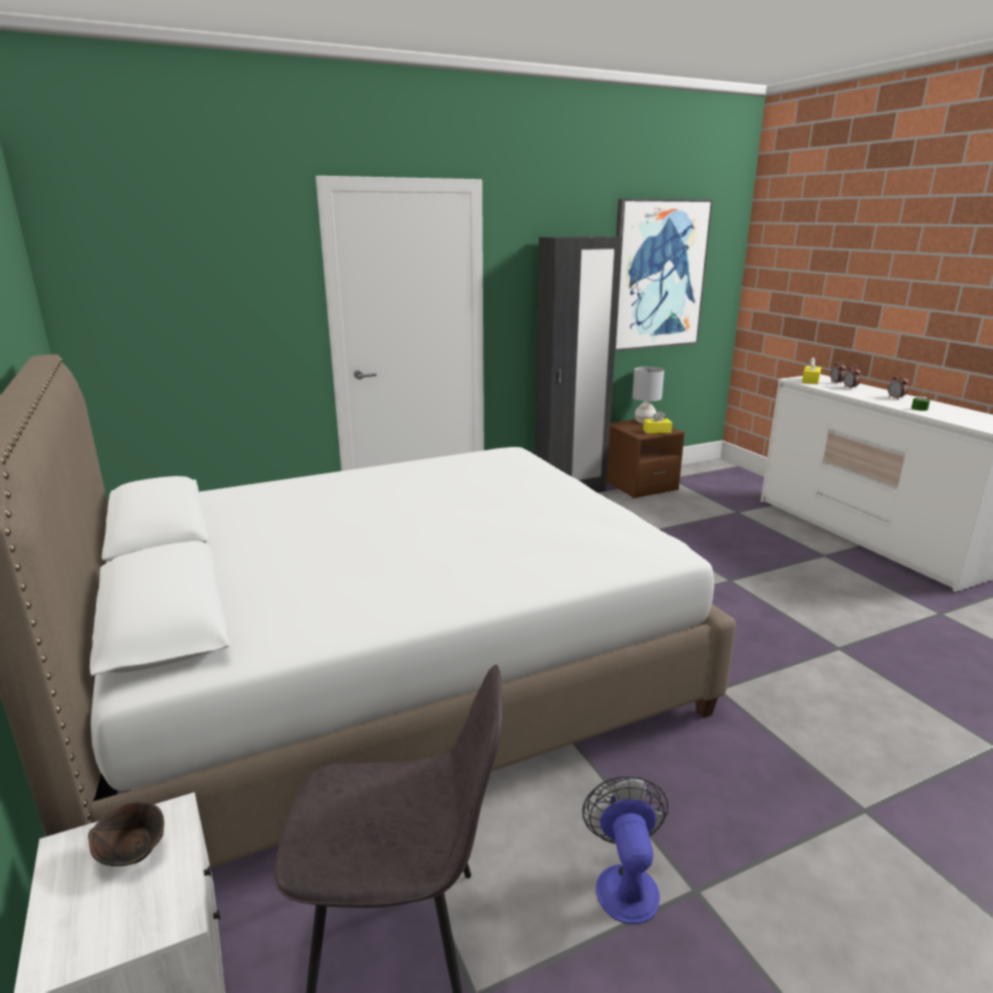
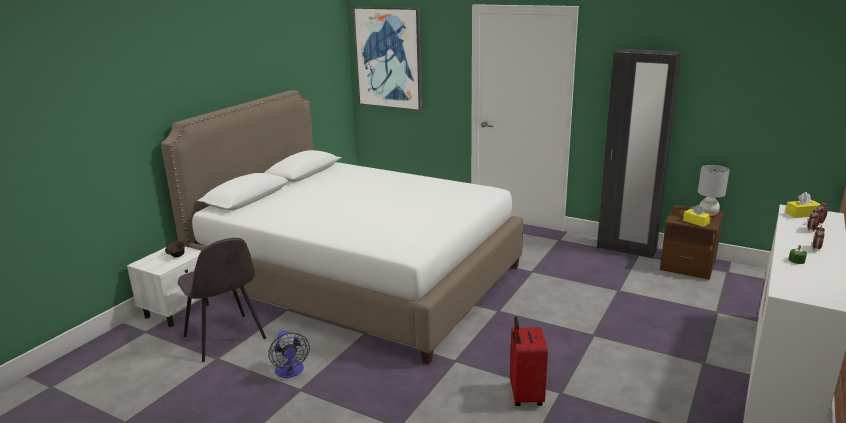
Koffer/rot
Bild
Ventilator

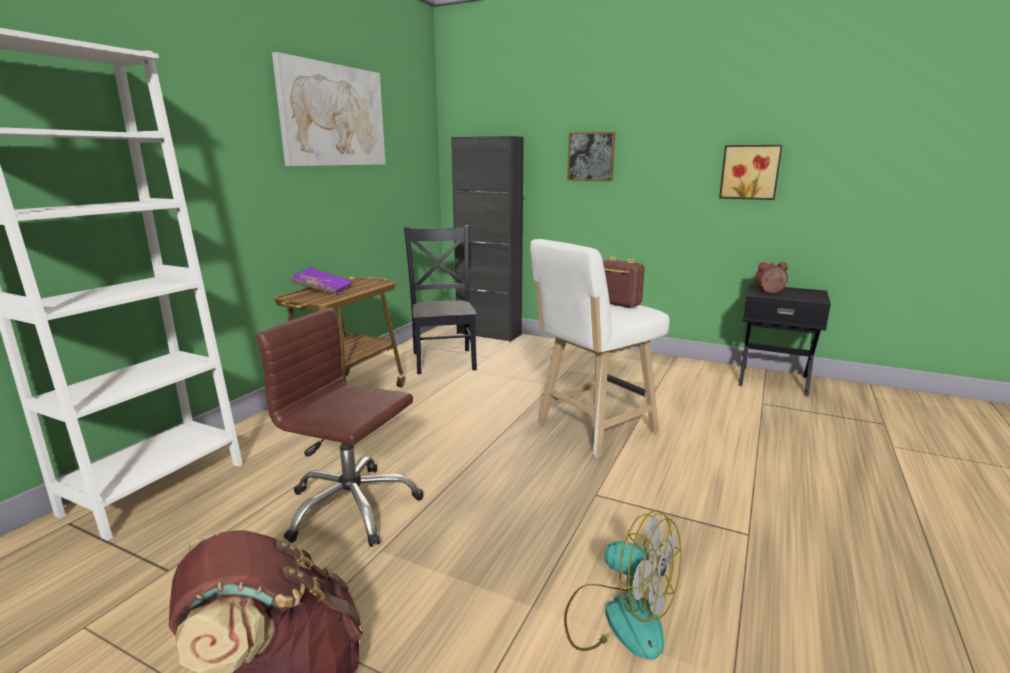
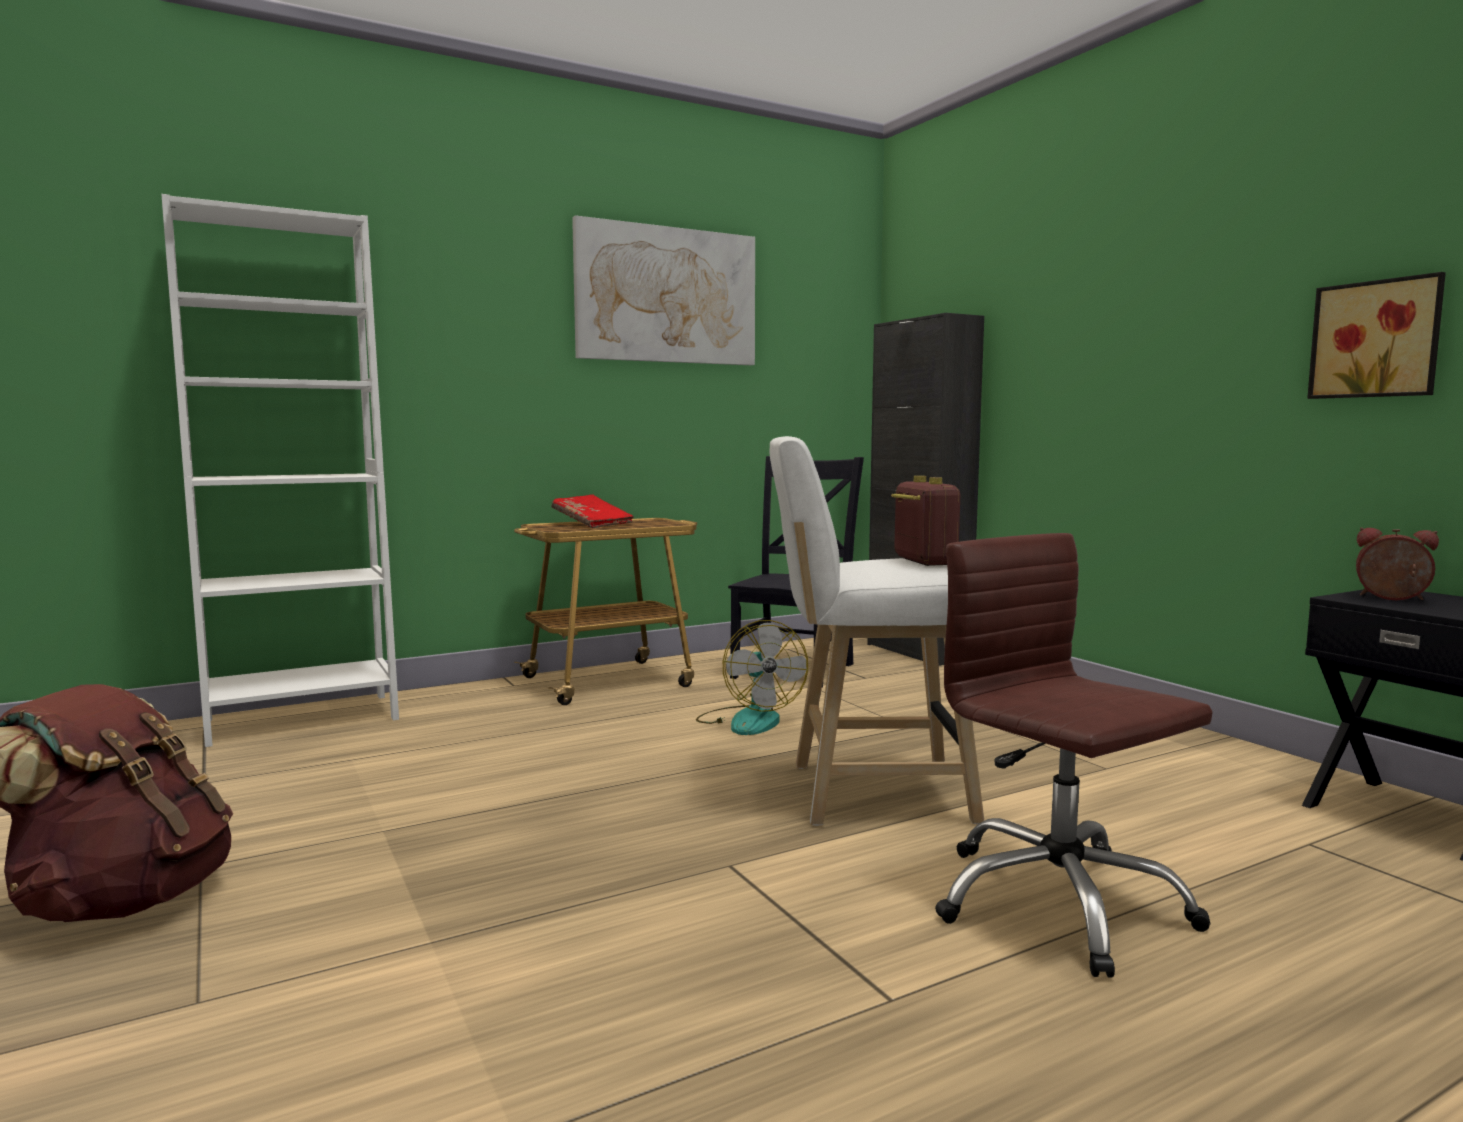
Bild (2nd from left in the first image)
Bürostuhl/braun
Ventilator
Buch/rot

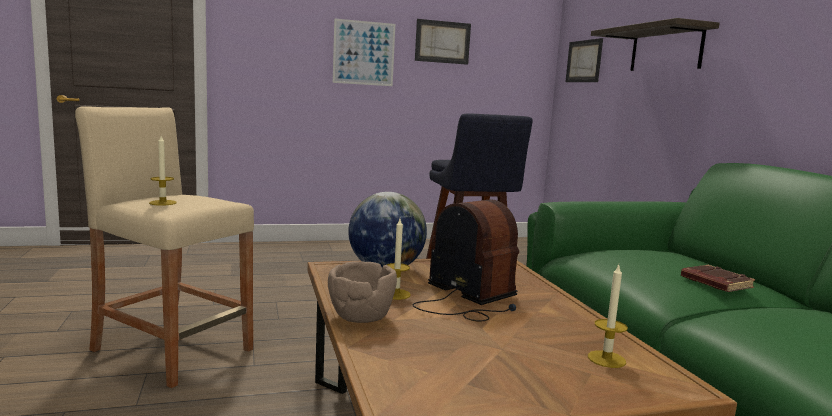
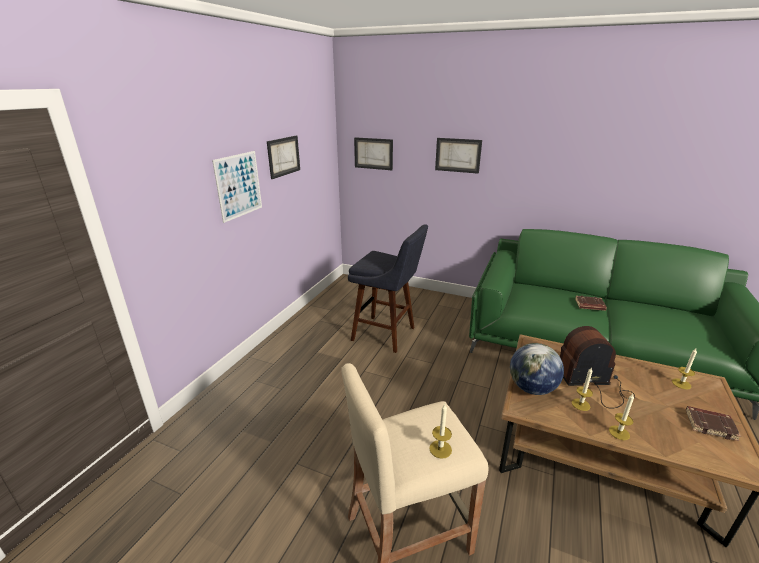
Buch/braun (2nd from left)
Kerze (3rd from left)
Bild (4th from left)

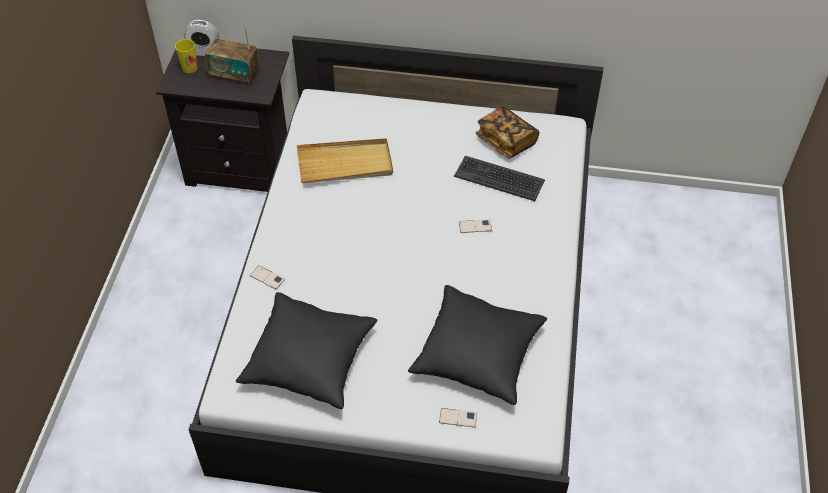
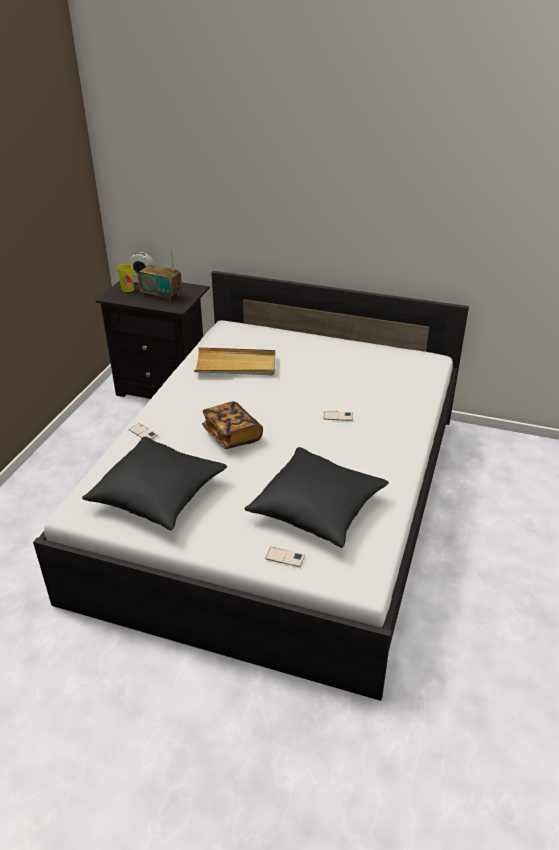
Tastatur
Buch

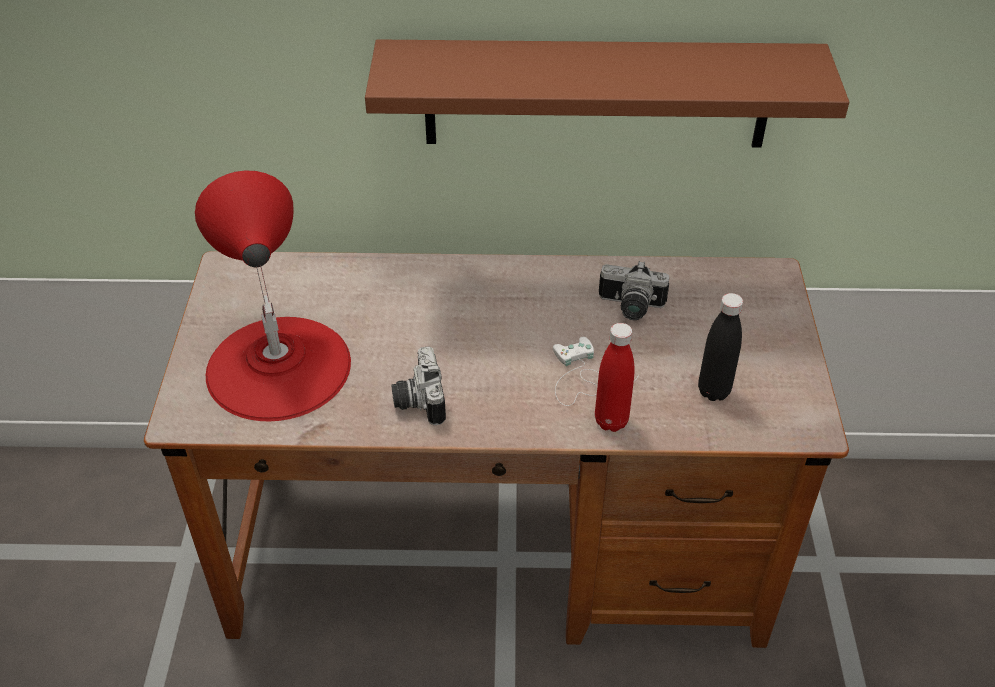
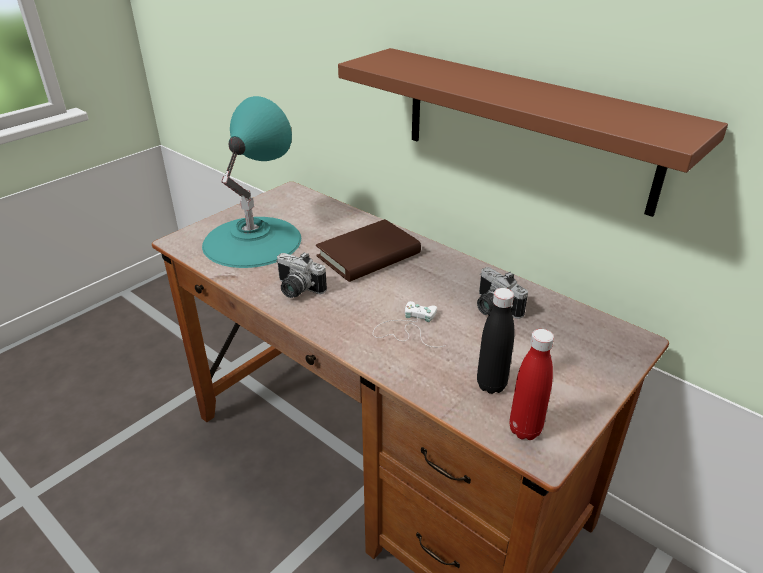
Buch/braun
Flasche/rot
Tischlampe/türkis
Kamera (1st from left)

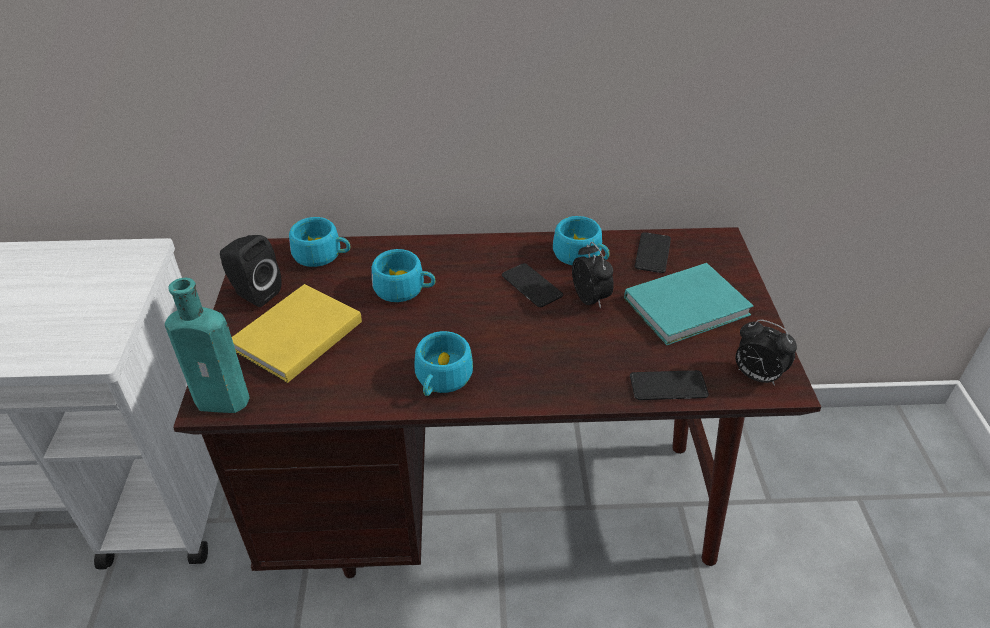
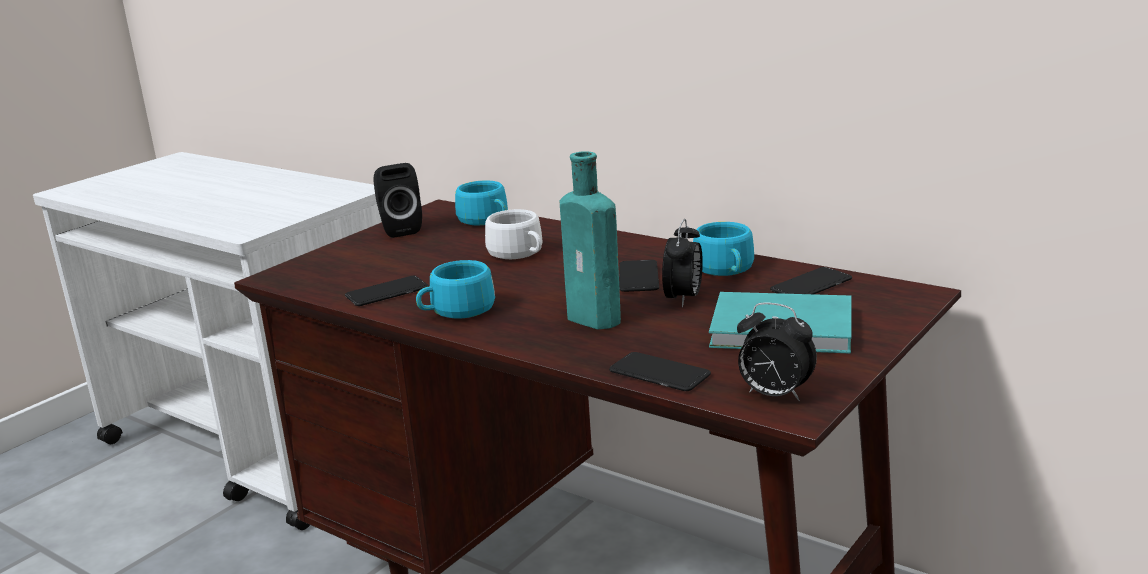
Buch/gelb
Handy (1st from left)
Flasche/türkis
Tasse/weiß
Wecker (2nd from left)

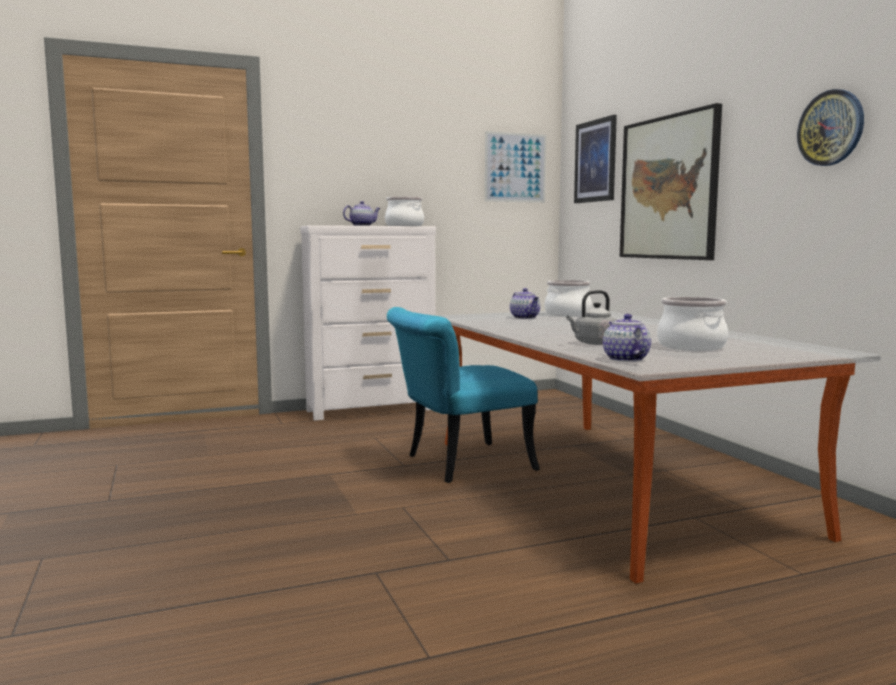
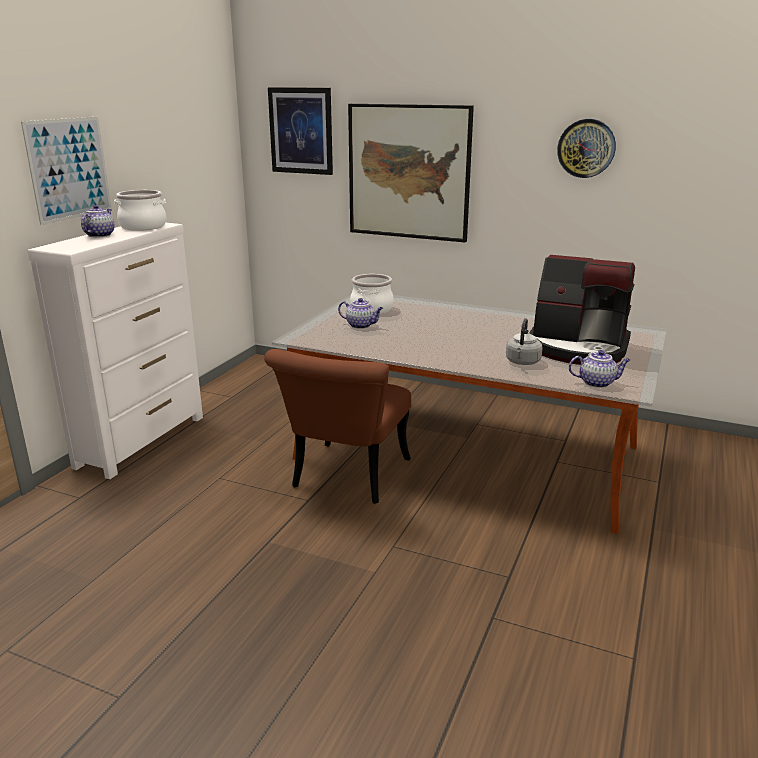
Bild (1st from left)
Kaffeemaschine
Stuhl/braun
Teekanne (3rd from left)

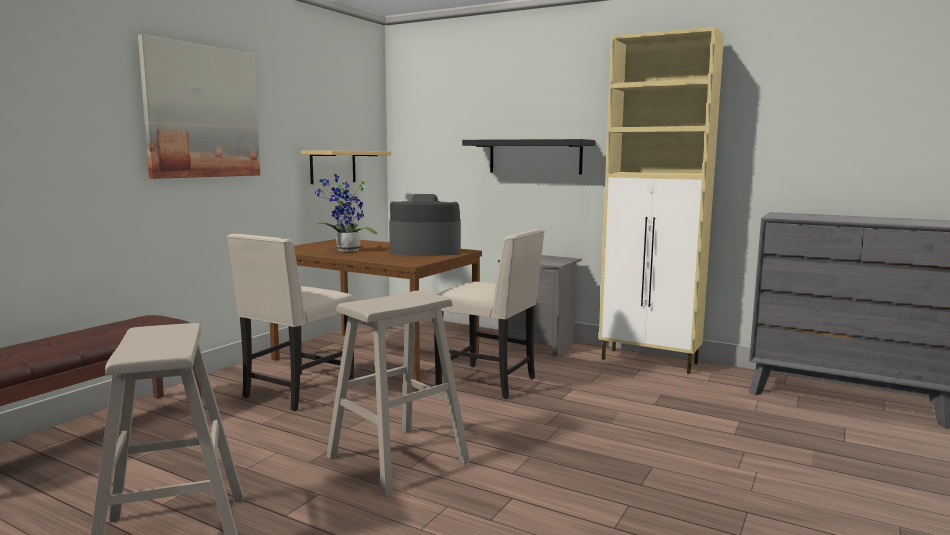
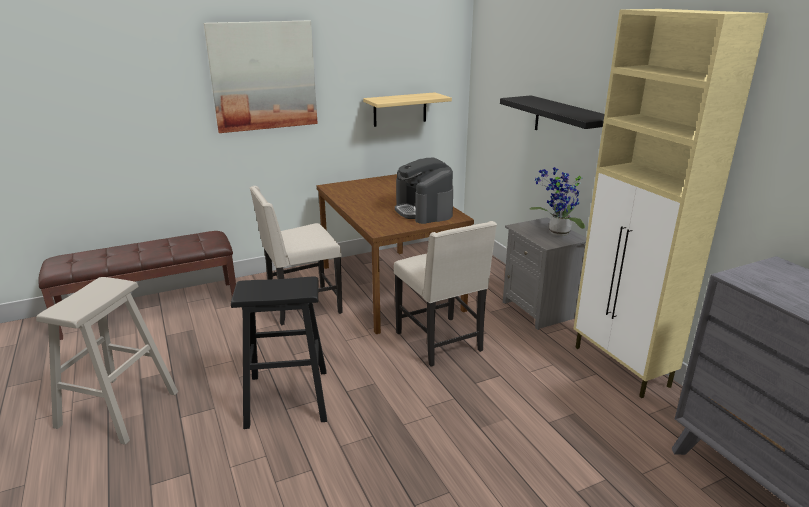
Topfpflanze
Hocker/schwarz
Kaffeemaschine

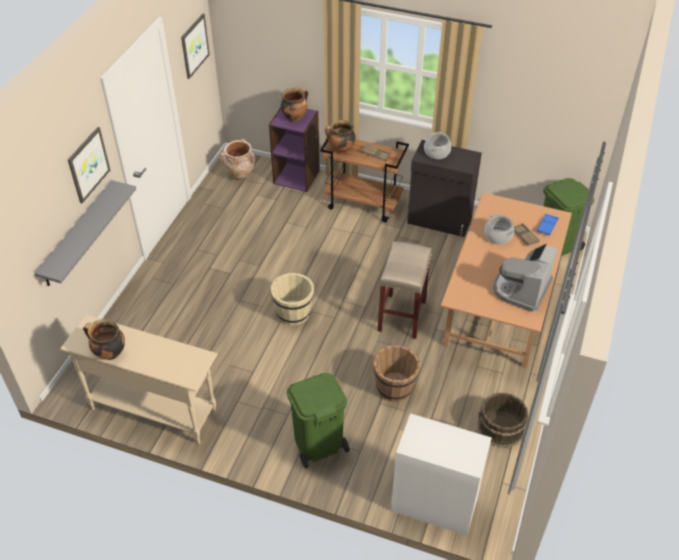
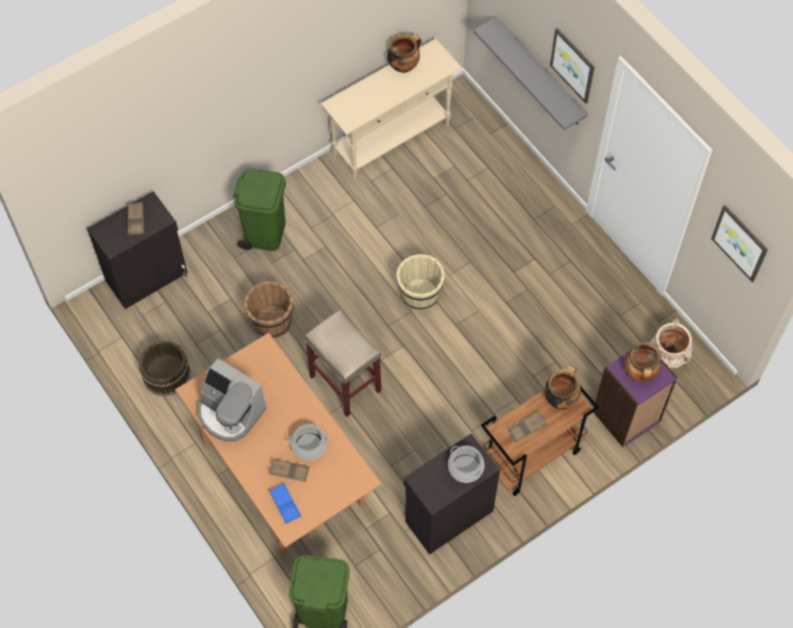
Tablett/braun (1st from left)
Schrank/schwarz (1st from left)
Kaffeemaschine

